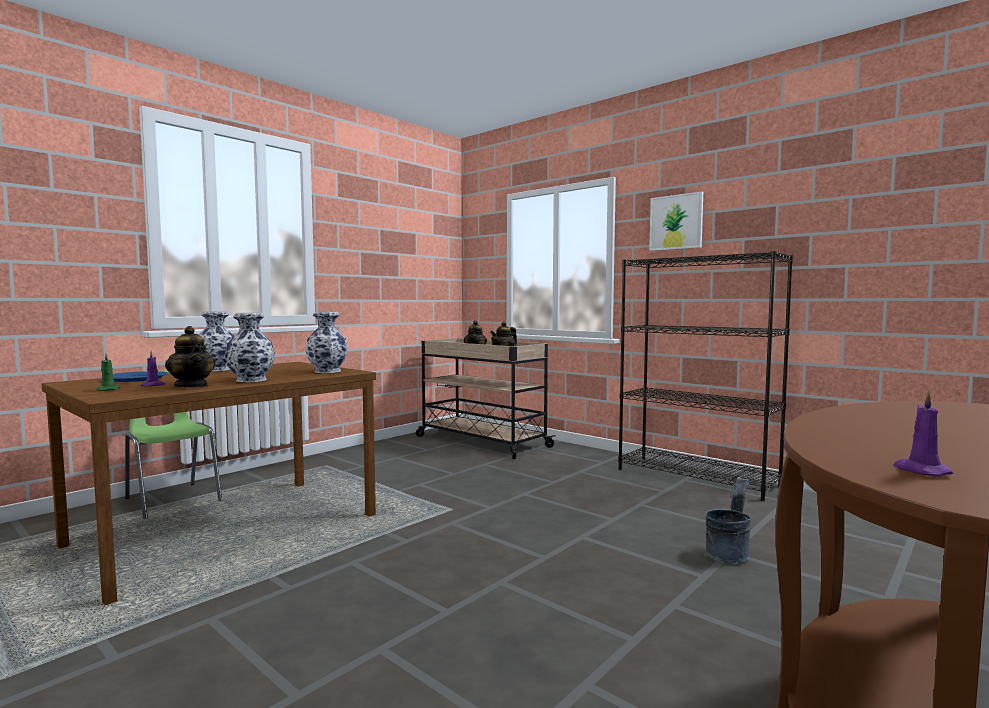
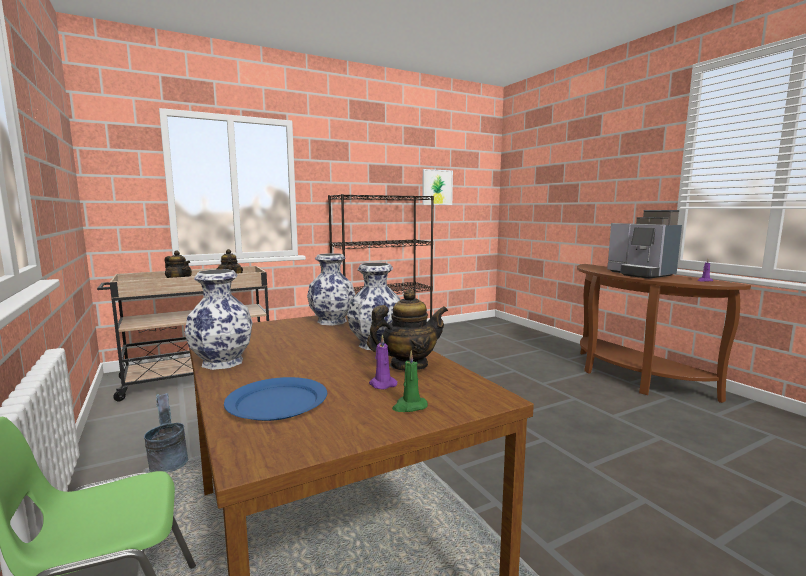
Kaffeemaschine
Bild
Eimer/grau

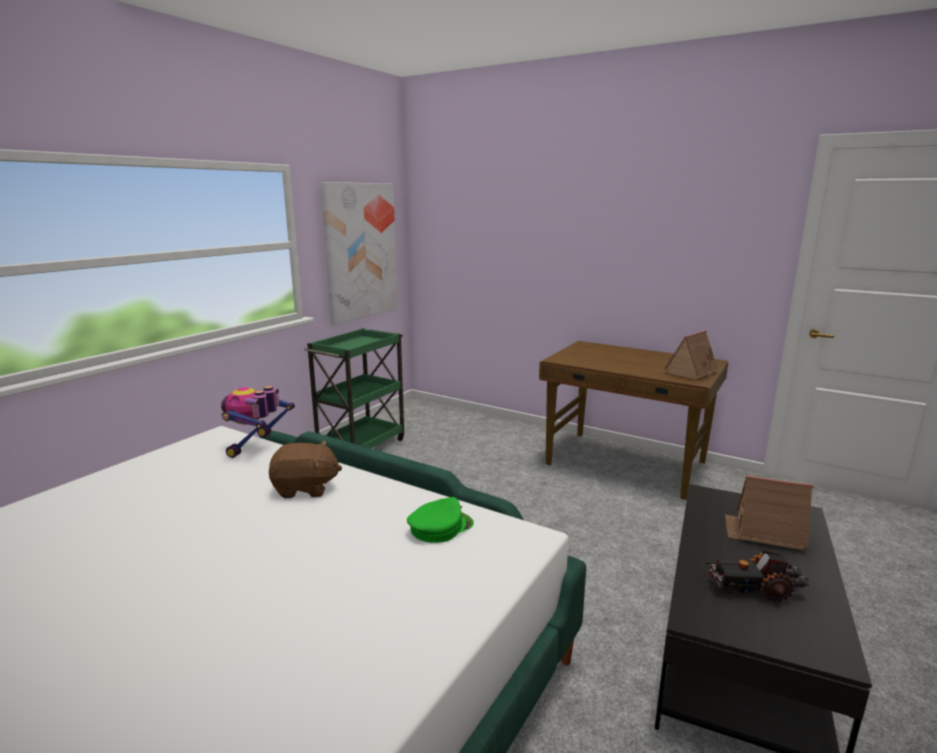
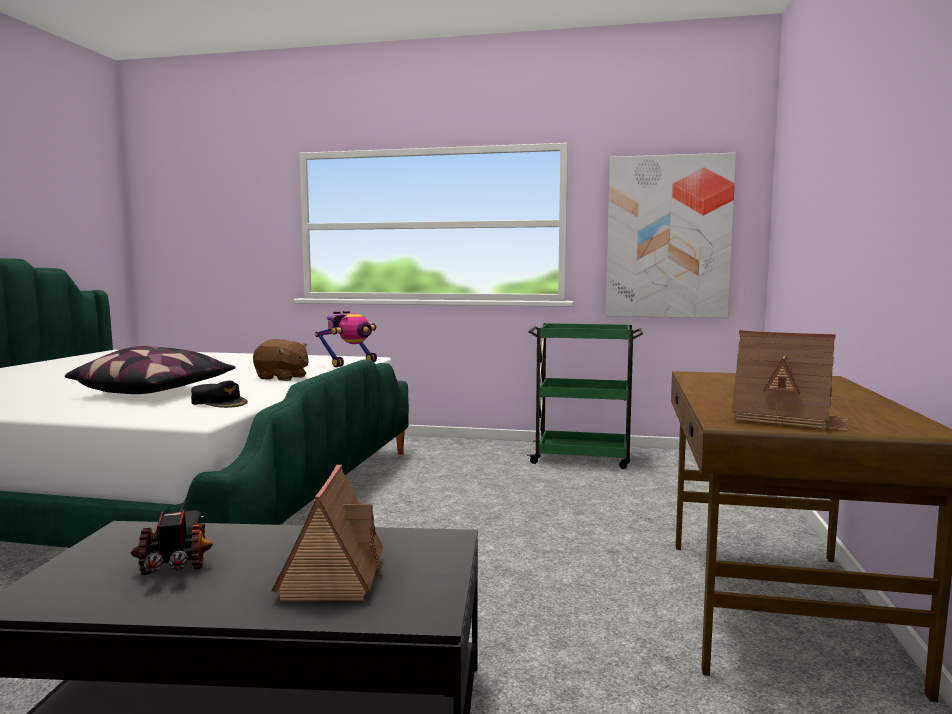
Kissen
Kappe/schwarz
Spielzeugroboter
Plüschtier/braun

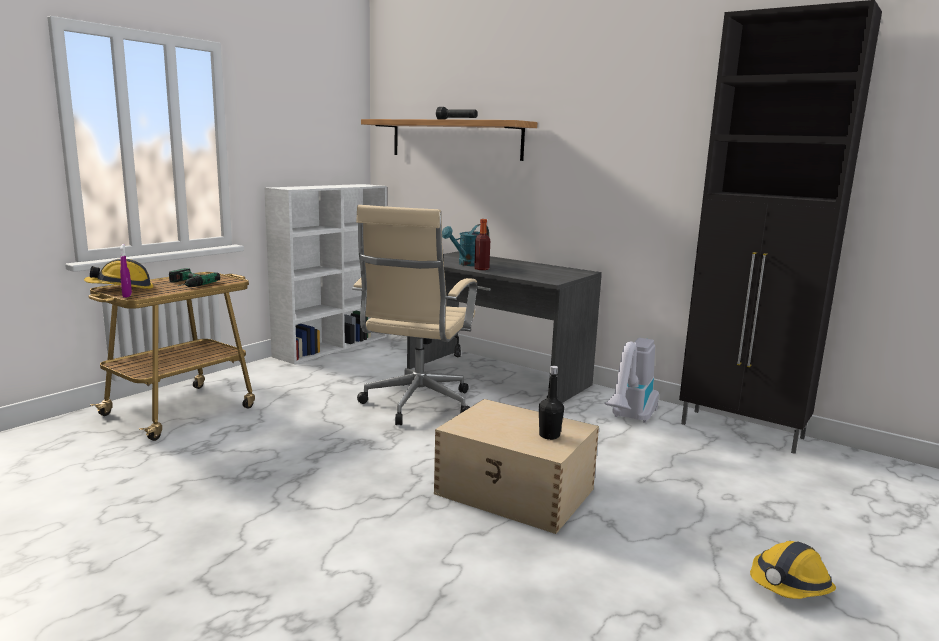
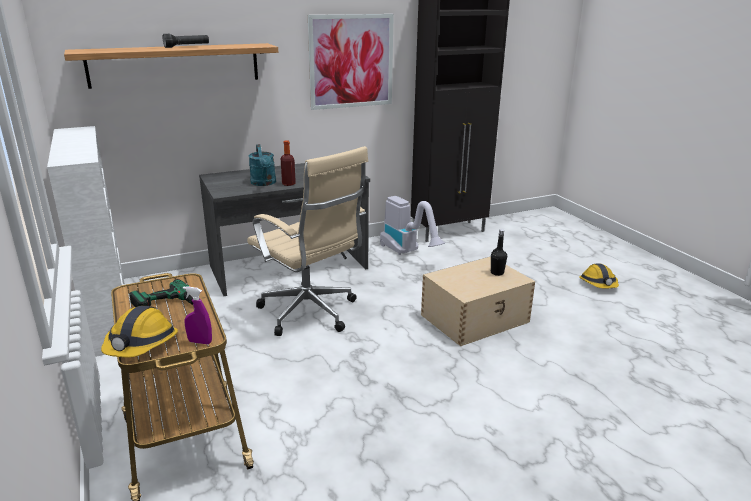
Bild

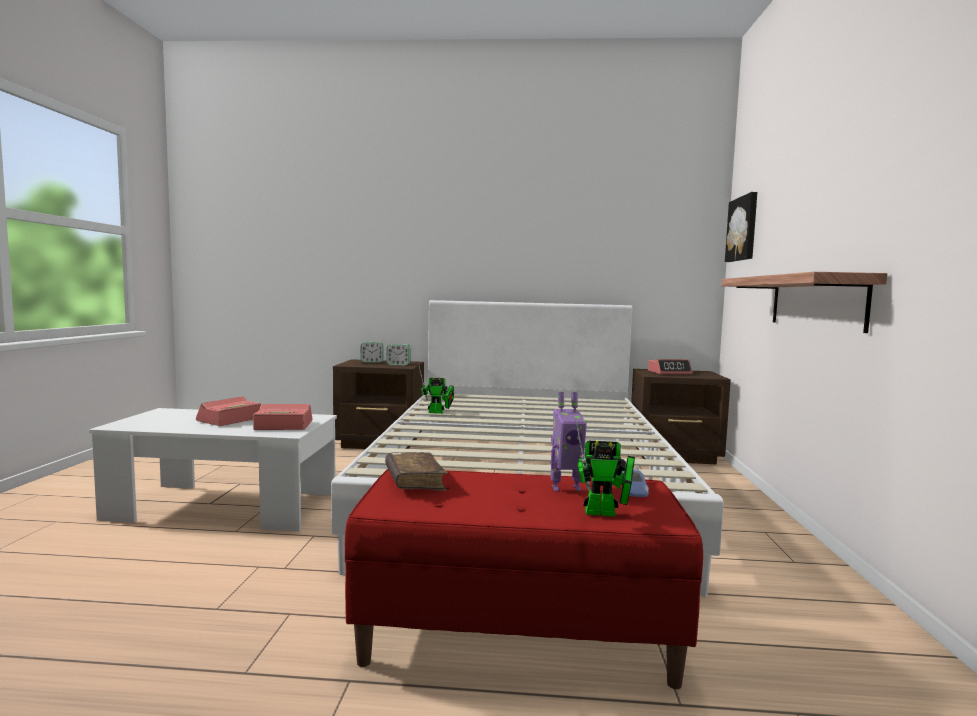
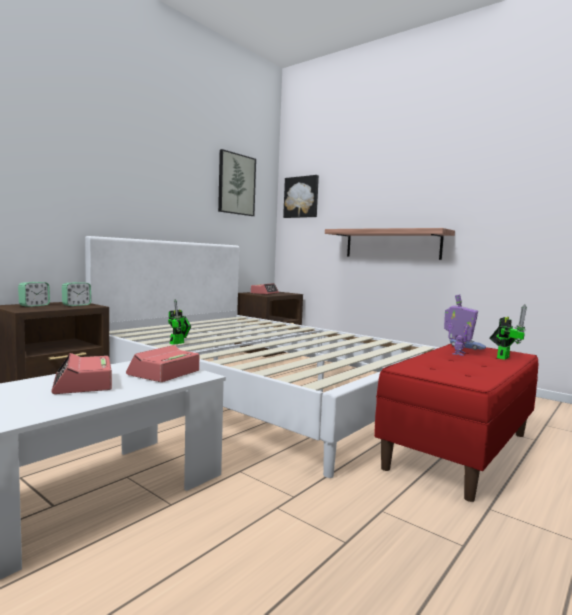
Buch/braun
Bild (1st from left)

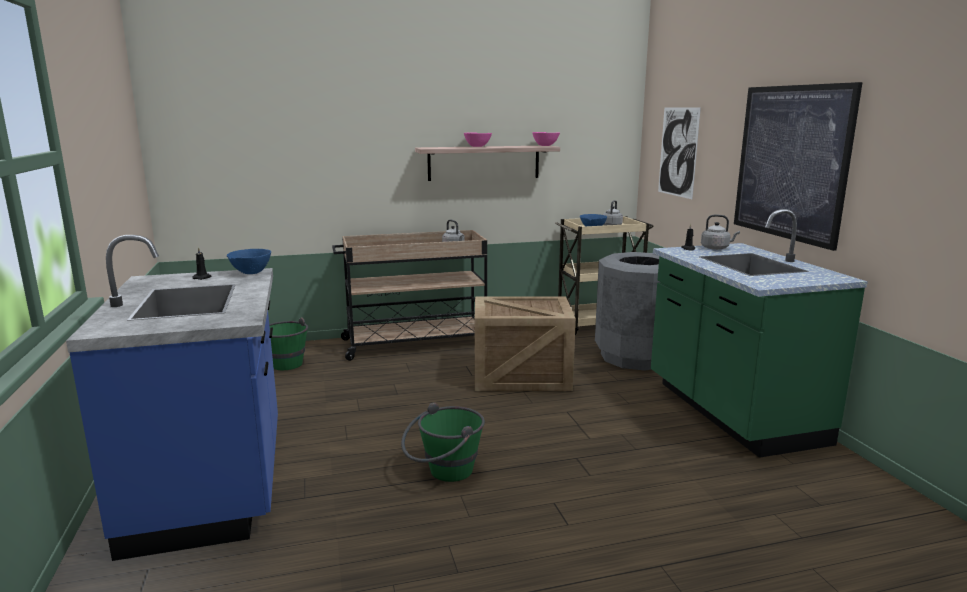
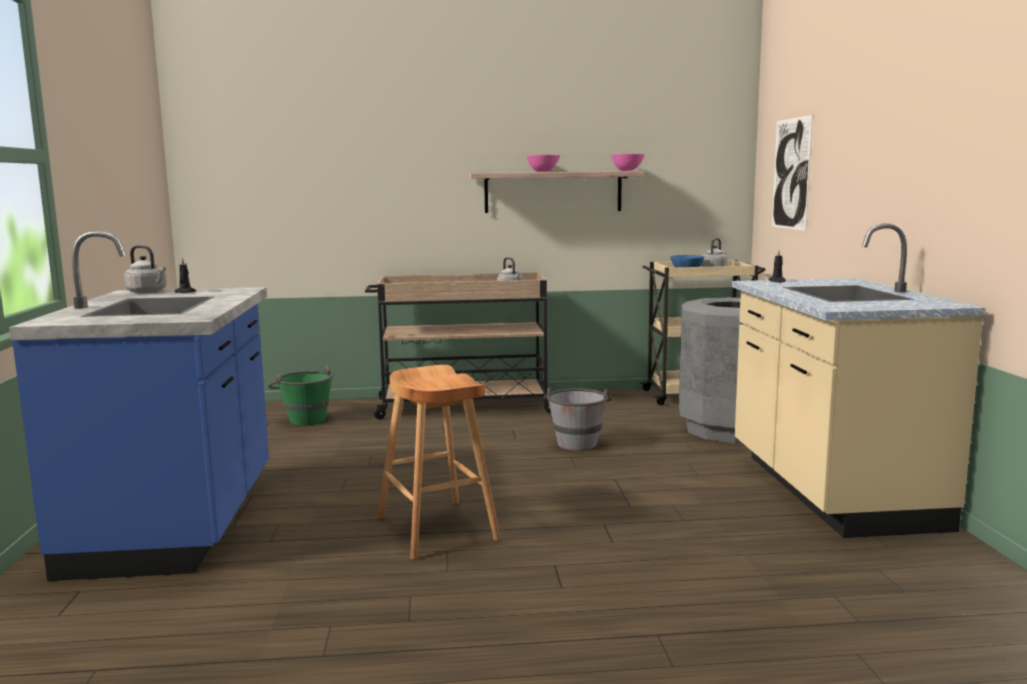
Schüssel/blau (1st from left in the first image)
Bild (2nd from left in the first image)
Wasserkessel/grau (1st from left)
Hocker/braun
Eimer/grau
Küchenzeile/beige

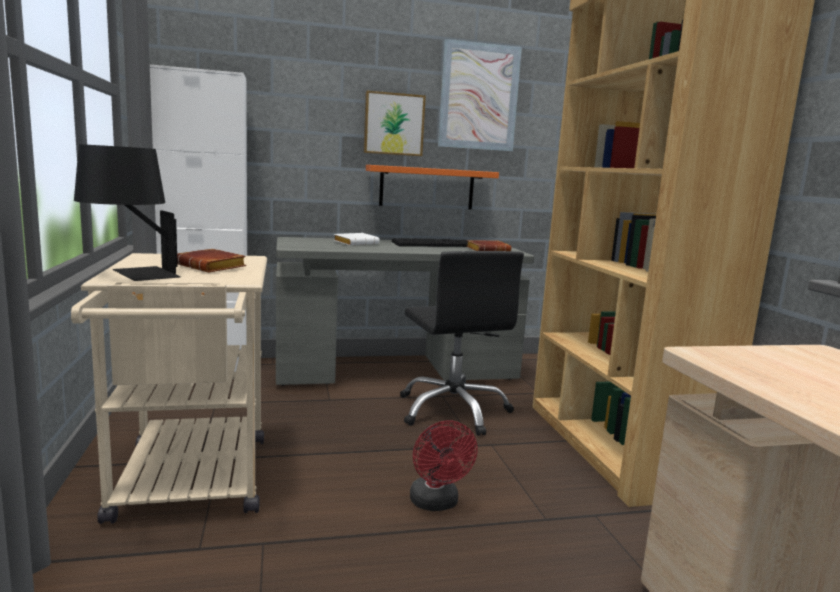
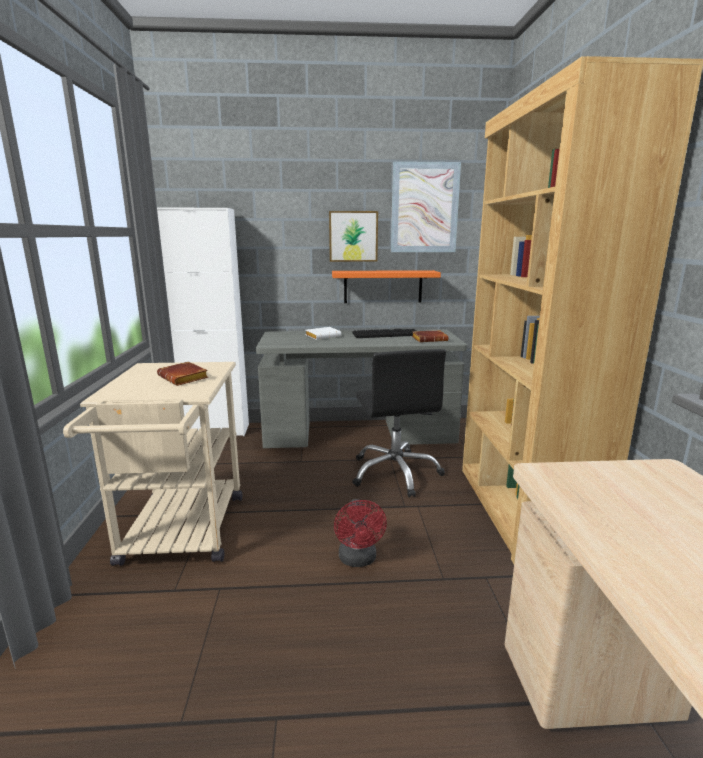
Tischlampe/schwarz

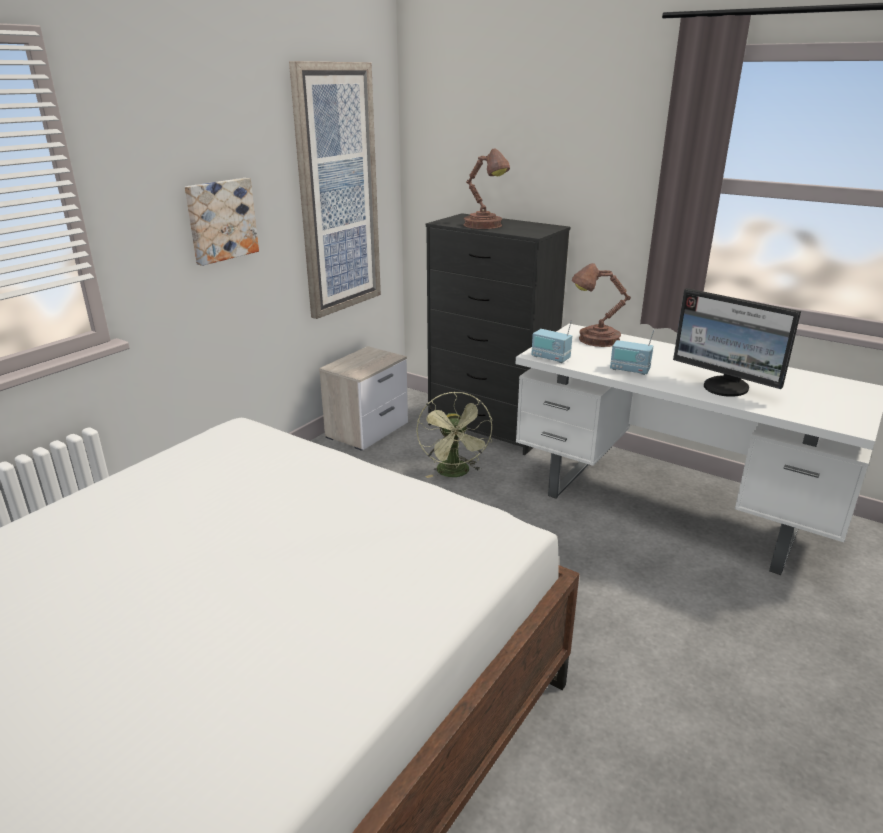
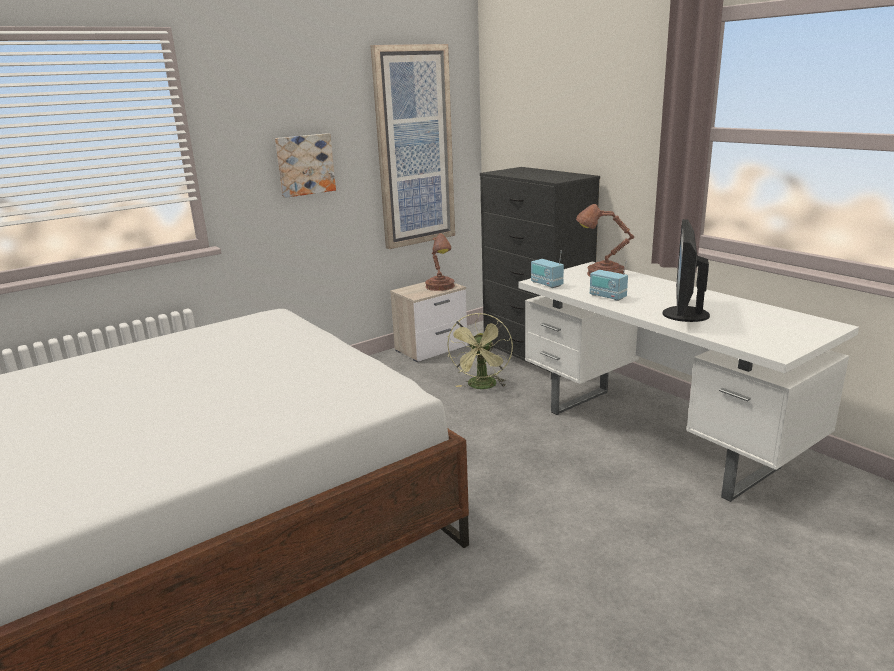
Tischlampe/braun (1st from left)
Monitor

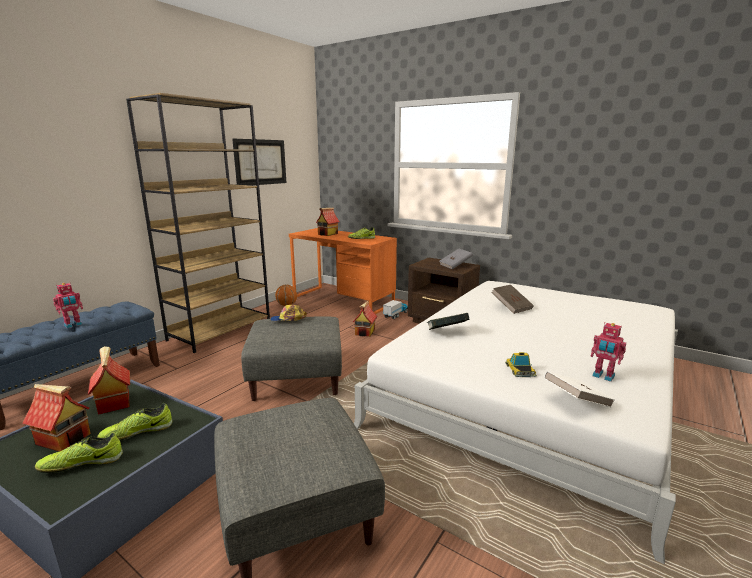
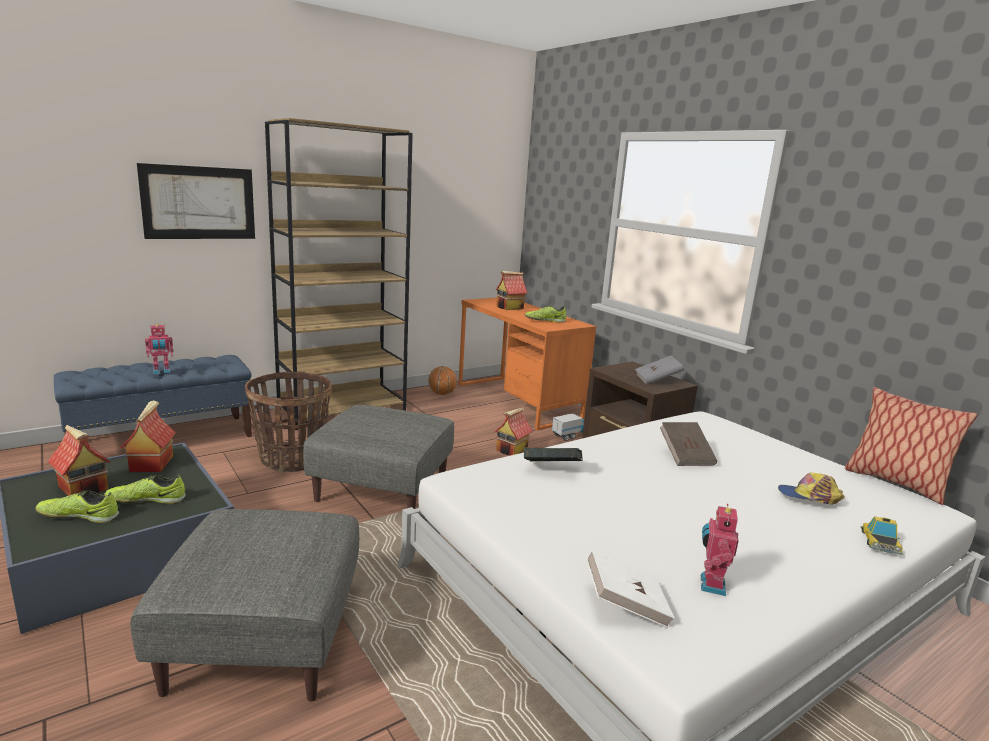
Korb
Kissen
Bild
Kappe
Spielzeugauto
Spielzeugroboter (2nd from left)

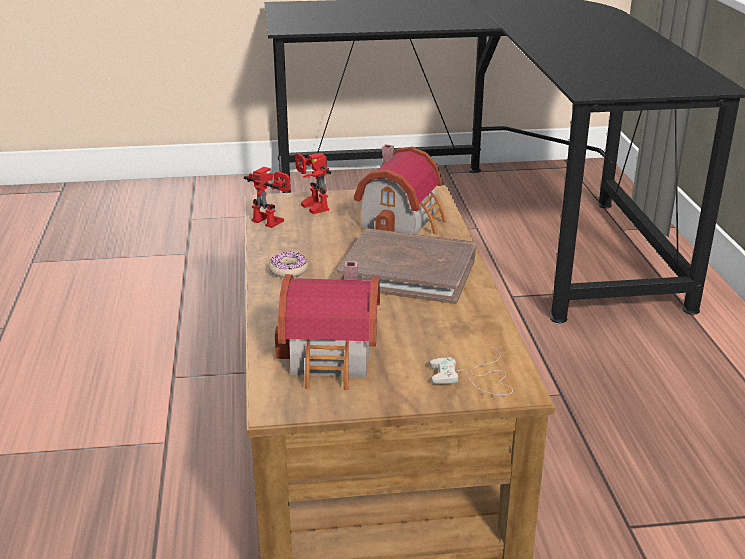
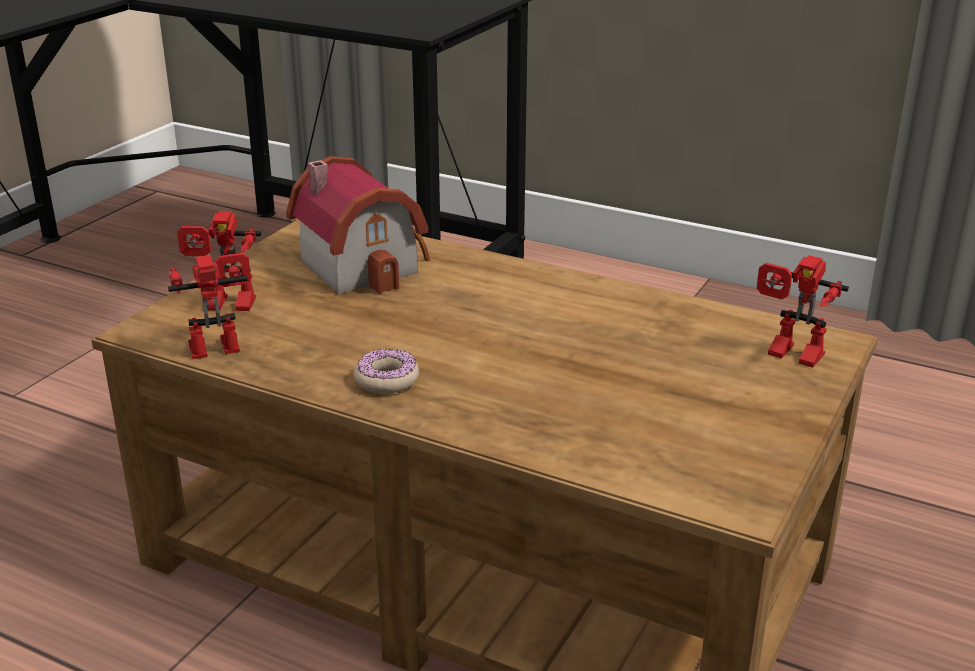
Spielzeughaus (1st from left in the first image)
Buch/braun
Spielzeugroboter (3rd from left)

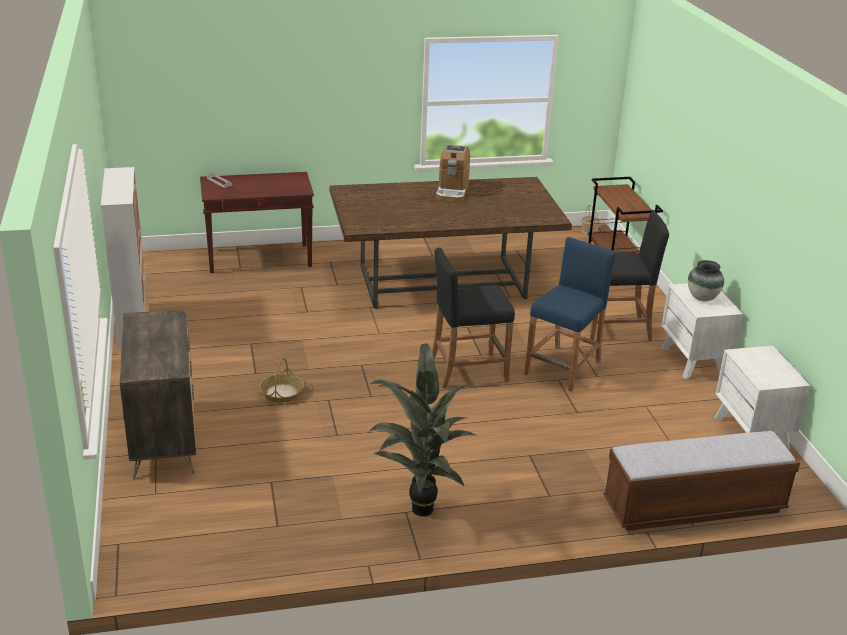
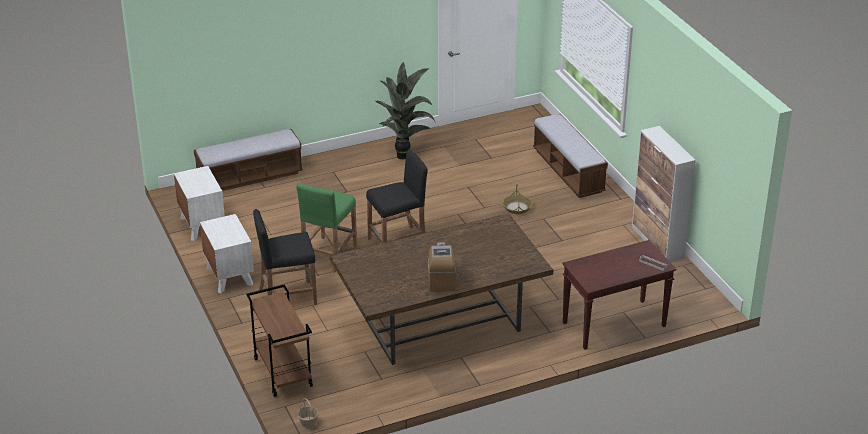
Vase
Bank (2nd from left)
Hocker/grün

